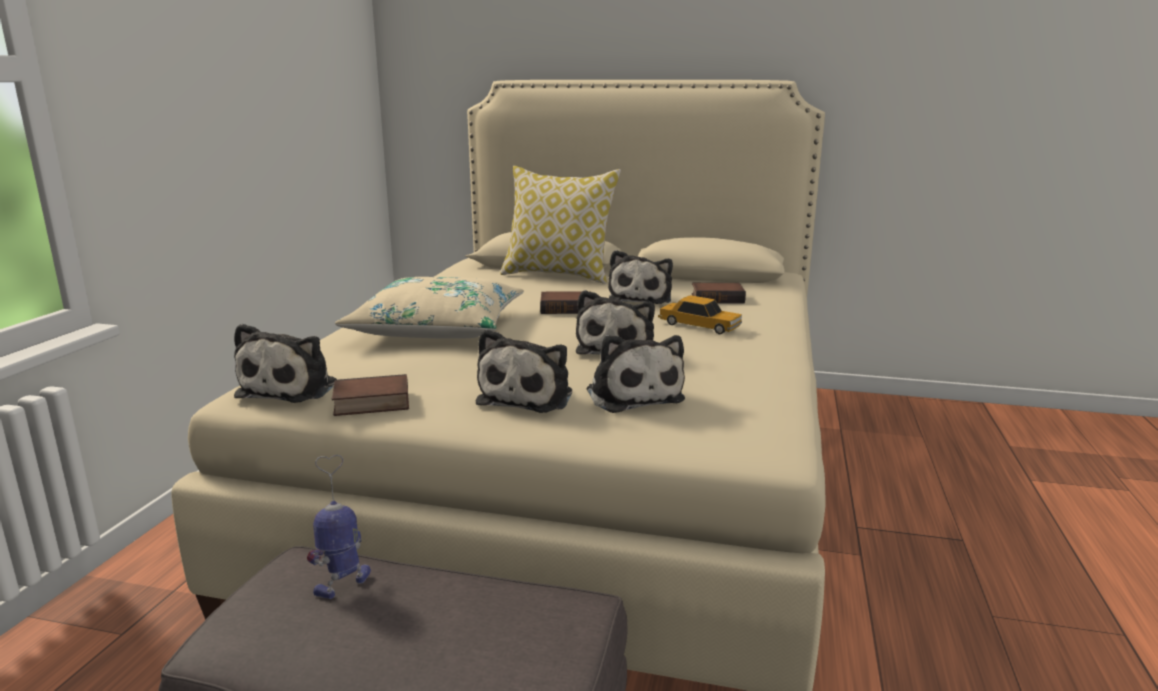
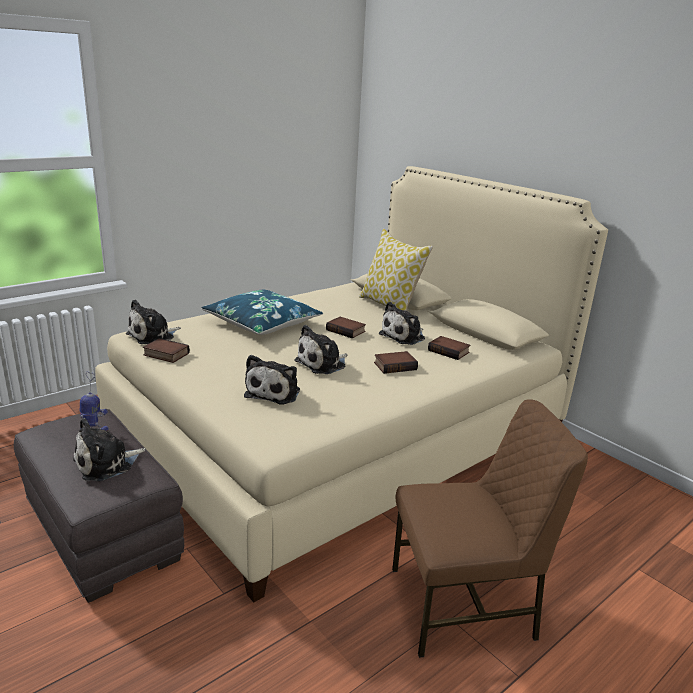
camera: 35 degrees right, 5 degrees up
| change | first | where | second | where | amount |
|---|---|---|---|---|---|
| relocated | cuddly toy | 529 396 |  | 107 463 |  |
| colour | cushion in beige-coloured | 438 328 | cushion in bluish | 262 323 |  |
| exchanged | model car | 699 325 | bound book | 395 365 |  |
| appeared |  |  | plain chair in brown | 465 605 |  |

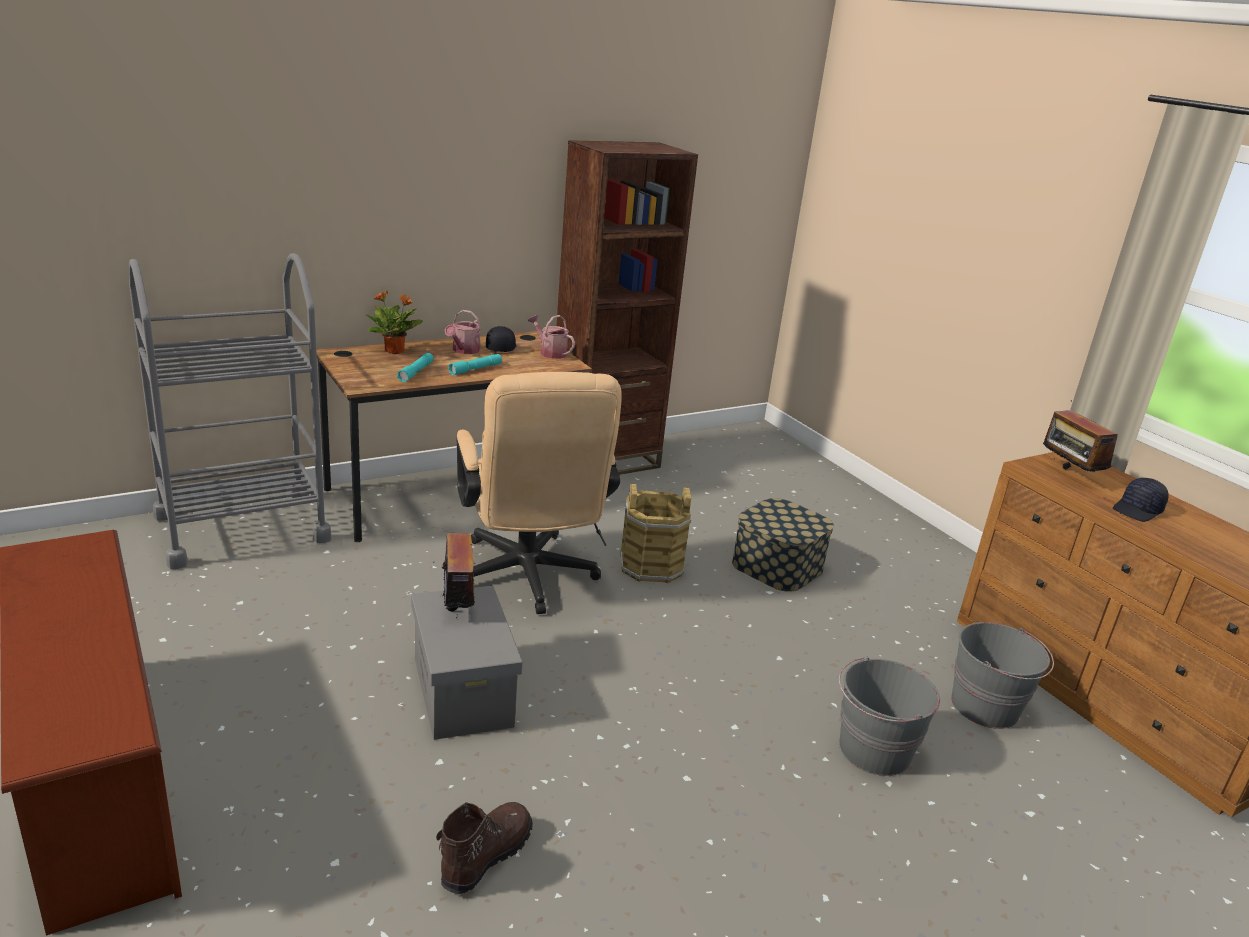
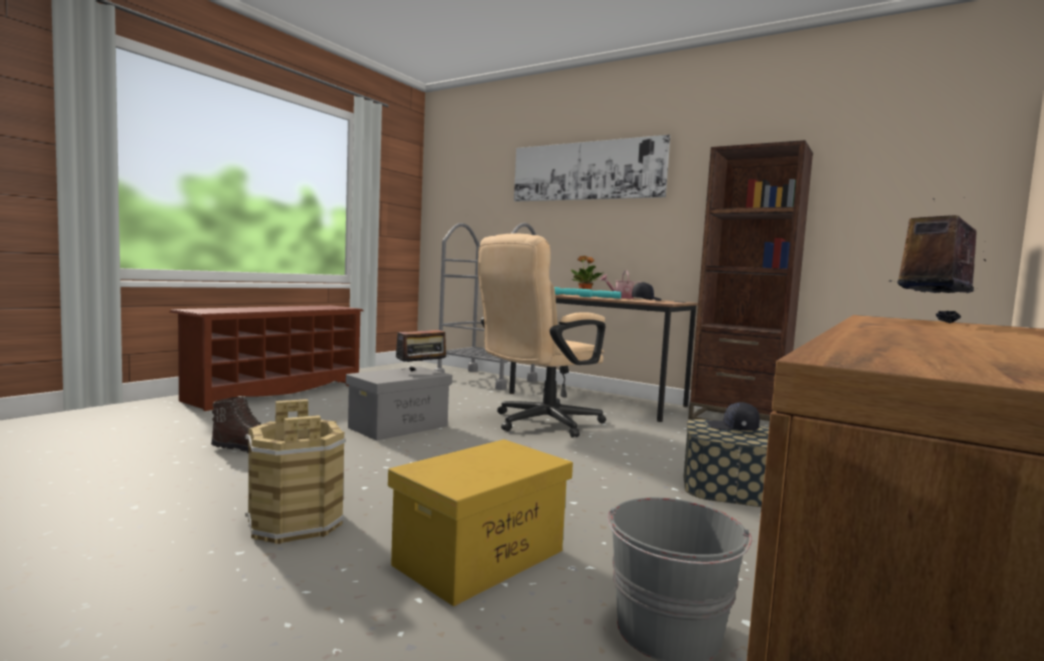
camera: 65 degrees right, 20 degrees down
| change | first | where | second | where | amount |
|---|---|---|---|---|---|
| relocated | water bucket in brown | 651 566 |  | 294 522 |  |
| exchanged | water bucket in gray | 873 750 | storage container in yellow | 479 558 |  |
| appeared |  |  | wall picture | 586 171 |  |
| relocated | baseball cap in blackish | 1138 510 |  | 732 428 |  |
| missing | watering can | 550 352 |  |  |  |

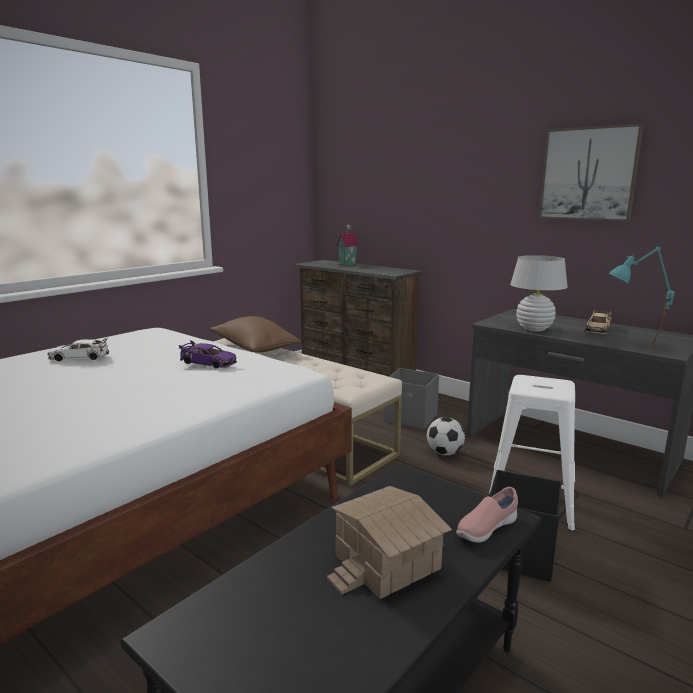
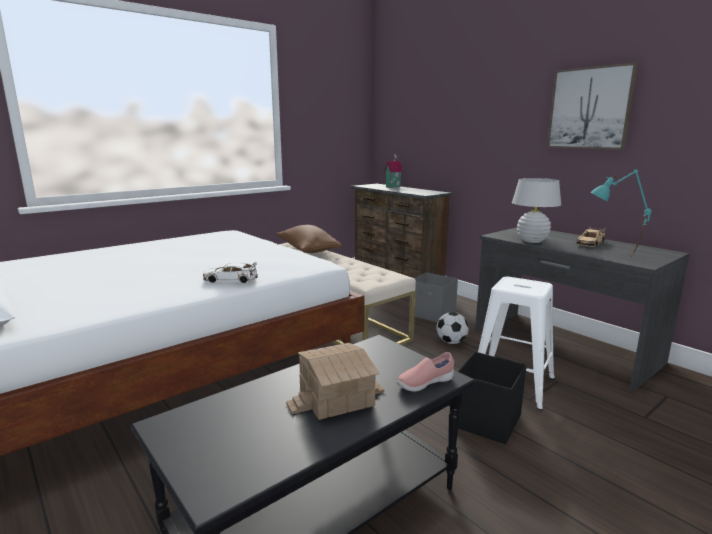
camera: 10 degrees right, 0 degrees up
| change | first | where | second | where | amount |
|---|---|---|---|---|---|
| relocated | model car in whitish | 79 357 |  | 231 279 |  |
| missing | model car in purple | 208 363 |  |  |  |

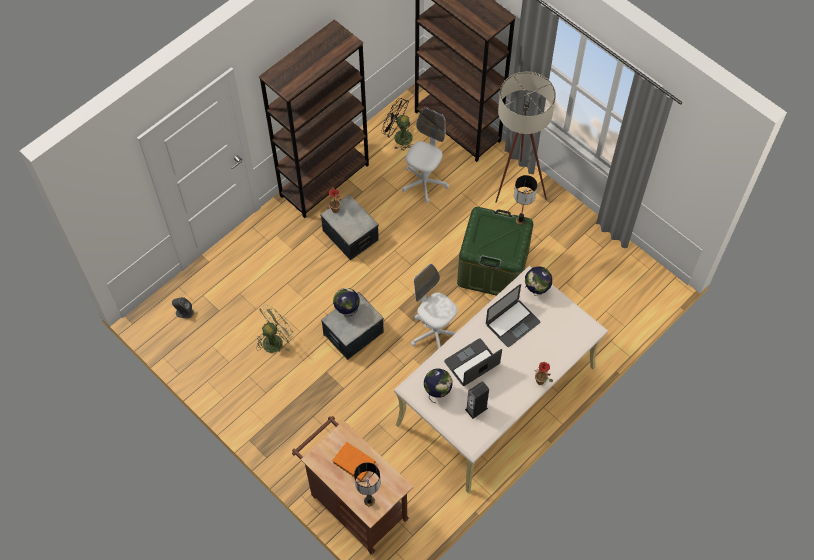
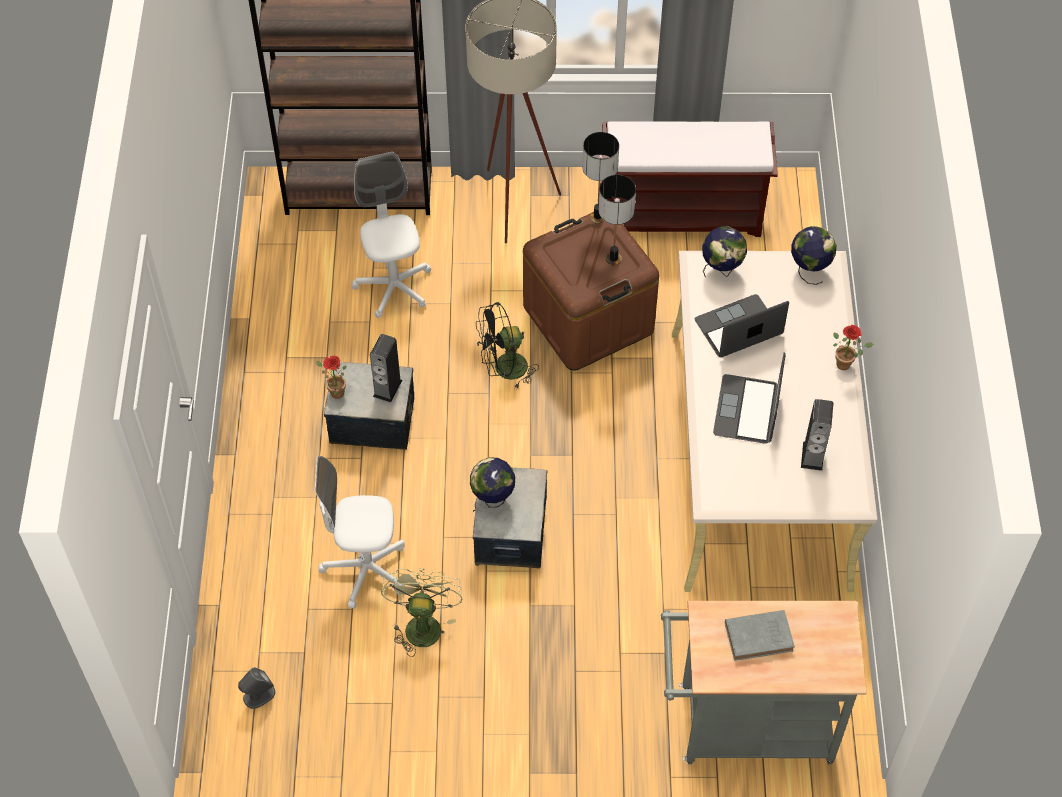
camera: 45 degrees left, 5 degrees down
| change | first | where | second | where | amount |
|---|---|---|---|---|---|
| relocated | office chair in whitish | 434 333 |  | 365 570 |  |
| appeared |  |  | speaker | 387 388 |  |
| relocated | fan in blackish | 398 137 |  | 504 370 |  |
| colour | storage container in green-coloured | 493 268 | storage container in brown | 588 318 |  |
| relocated | lamp for a table | 369 501 |  | 613 259 |  |
| appeared |  |  | indoor bench in brown | 683 214 |  |
| colour | wheeled cart in brown | 355 504 | wheeled cart in gray | 744 725 |  |
| spun | notebook computer | 512 323 |  | 738 327 | 120 degrees counterclockwise |
| colour | bound book in orange-coloured | 354 463 | bound book in gray | 760 636 |  |
| relocated | globe | 437 392 |  | 809 270 |  |
| missing | bookshelf in brown | 324 180 |  |  |  |

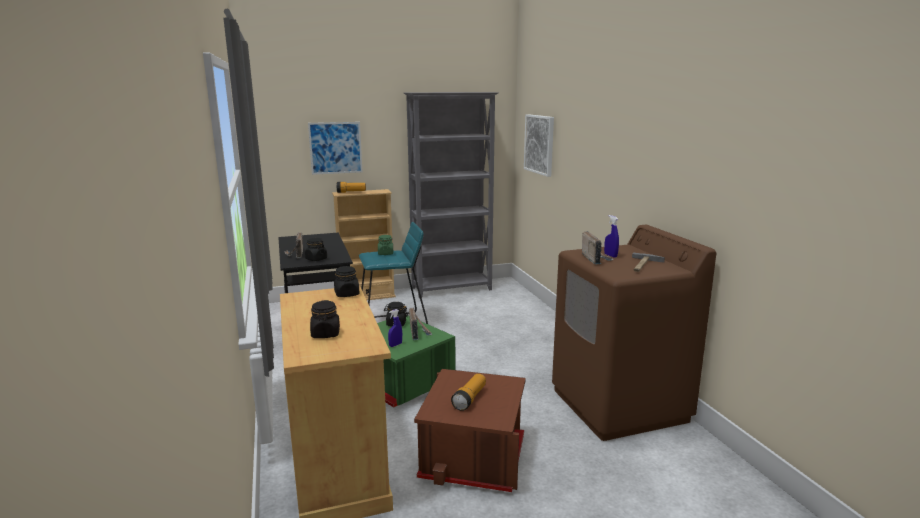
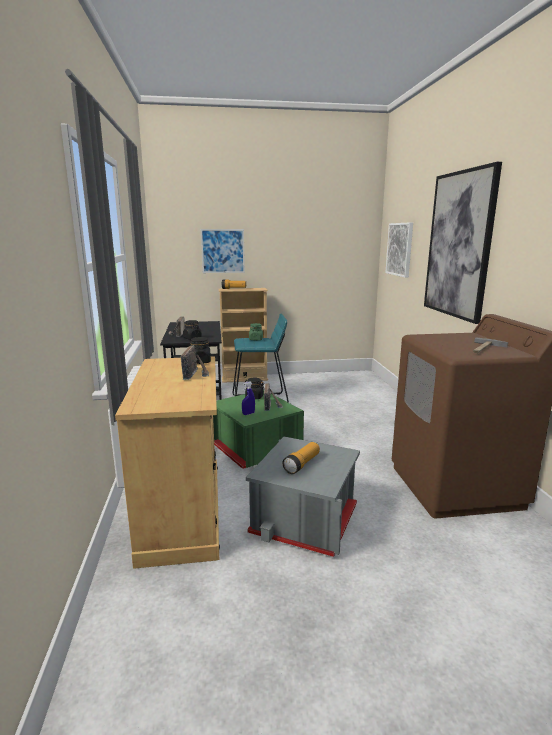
camera: 10 degrees right, 0 degrees up
| change | first | where | second | where | amount |
|---|---|---|---|---|---|
| relocated | radio set | 595 259 |  | 196 374 |  |
| colour | storage container in brown | 474 455 | storage container in gray | 306 518 |  |
| appeared |  |  | wall picture | 459 245 |  |
| missing | preserve jar in blackish | 325 334 |  |  |  |
| missing | bookshelf in gray | 452 289 |  |  |  |
| missing | spray bottle in bluish | 610 255 |  |  |  |

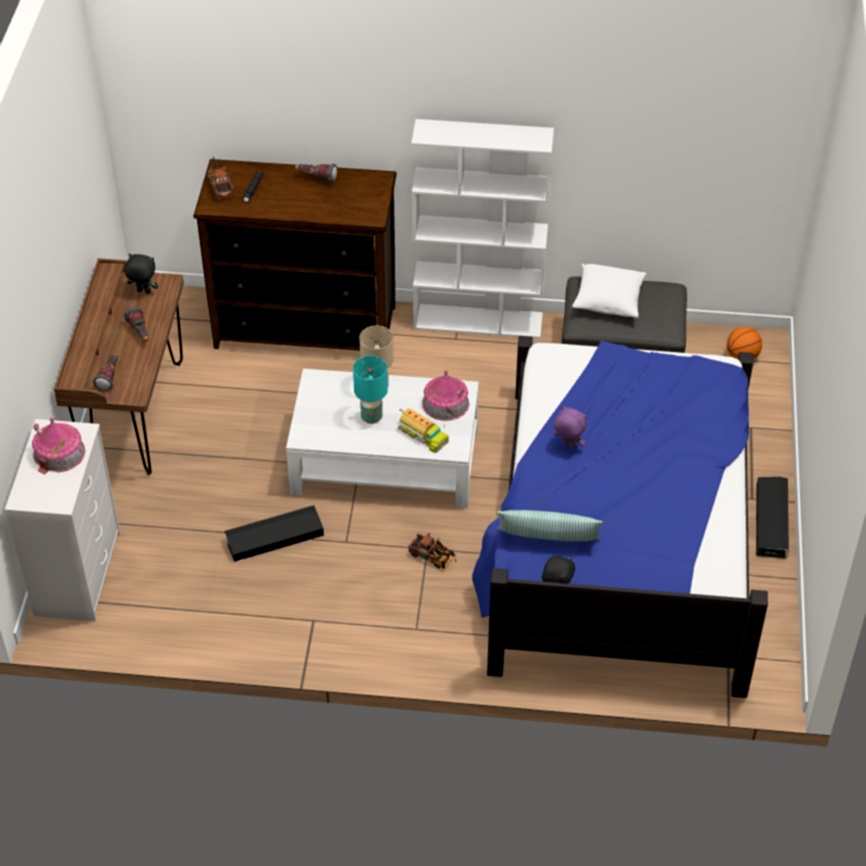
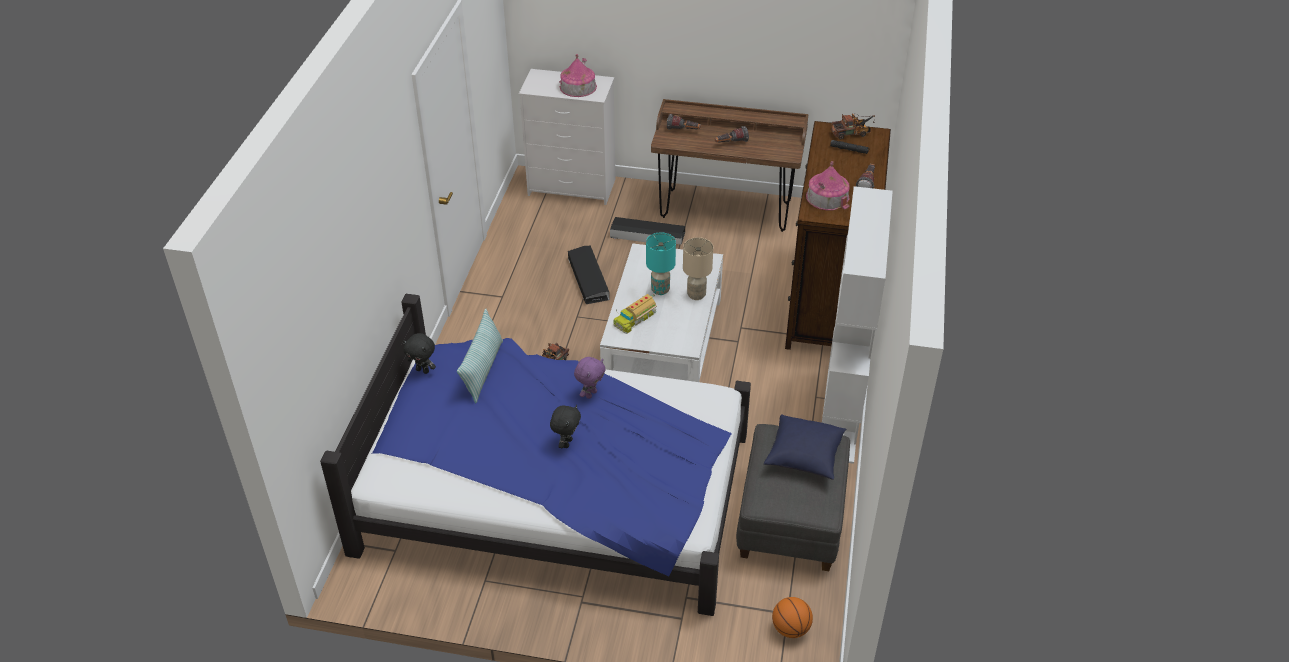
camera: 95 degrees right, 5 degrees down
| change | first | where | second | where | amount |
|---|---|---|---|---|---|
| relocated | cuddly toy in blackish | 143 292 |  | 566 443 |  |
| relocated | storage container in blackish | 771 521 |  | 648 235 |  |
| colour | cushion in whitish | 608 300 | cushion in bluish | 804 456 |  |
| relocated | miniature house | 445 403 |  | 827 197 |  |

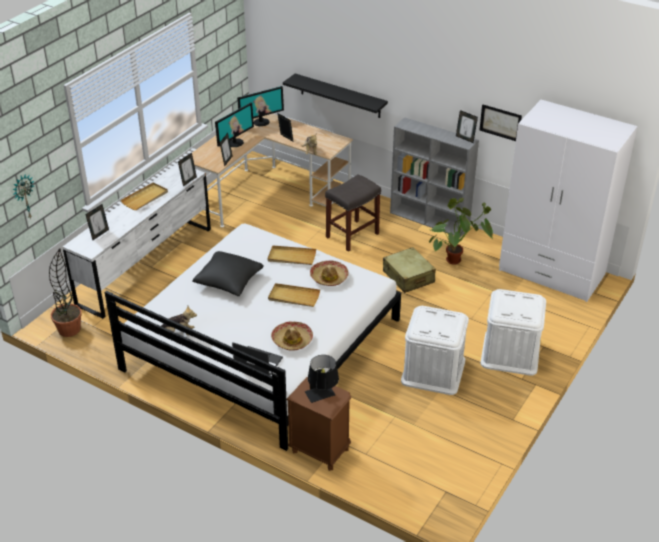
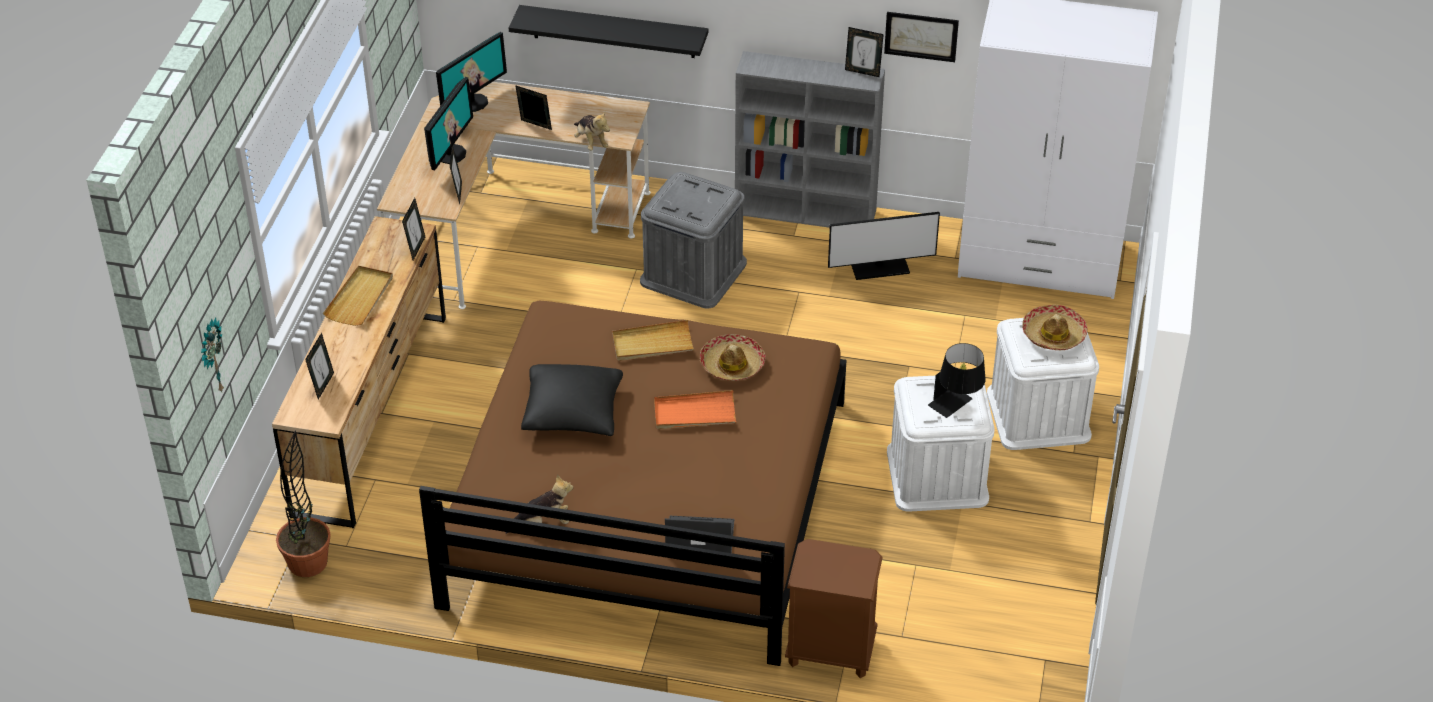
camera: 20 degrees left, 5 degrees up
| change | first | where | second | where | amount |
|---|---|---|---|---|---|
| colour | chest of drawers in whitish | 146 266 | chest of drawers in brown | 371 413 |  |
| colour | sleeping bed in whitish | 262 344 | sleeping bed in brown | 647 502 |  |
| exchanged | stool seat in gray | 352 236 | storage container in gray | 693 272 |  |
| colour | tray in beige-coloured | 293 297 | tray in orange-coloured | 694 413 |  |
| exchanged | houseplant | 456 256 | computer display | 880 268 |  |
| relocated | lamp for a table in blackish | 322 397 |  | 957 406 |  |
| relocated | hat | 292 340 |  | 1053 335 |  |
| missing | piece of luggage in beige-coloured | 408 277 |  |  |  |

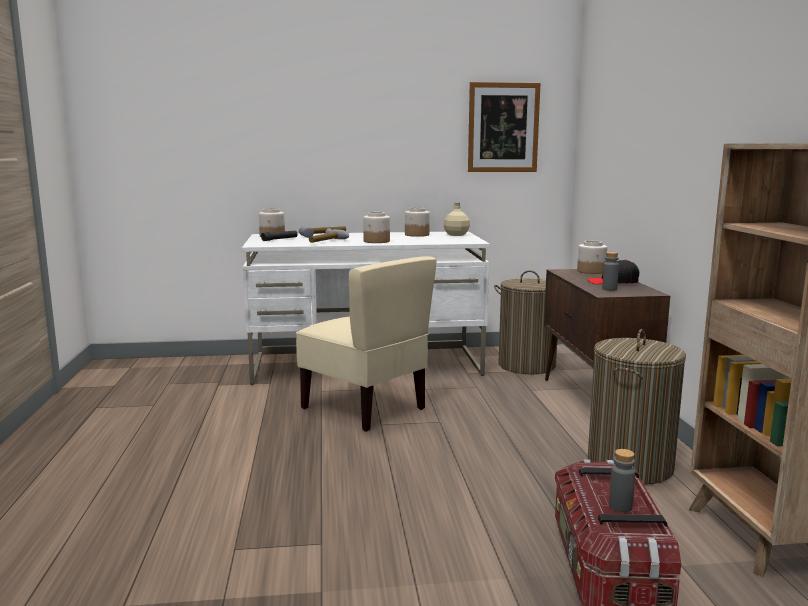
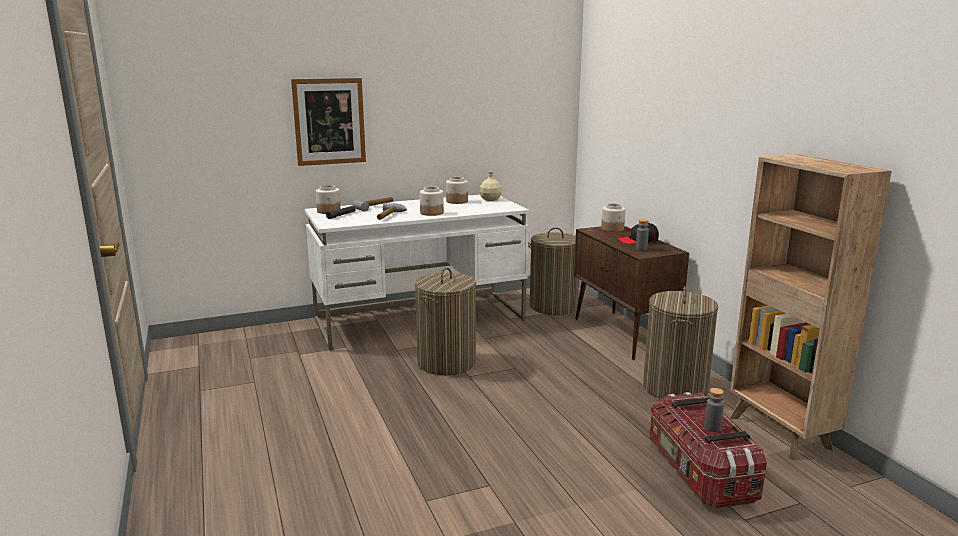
camera: 15 degrees left, 5 degrees up
| change | first | where | second | where | amount |
|---|---|---|---|---|---|
| relocated | wall picture | 503 127 |  | 329 121 |  |
| exchanged | plain chair in beige-coloured | 365 408 | hamper | 446 362 |  |

